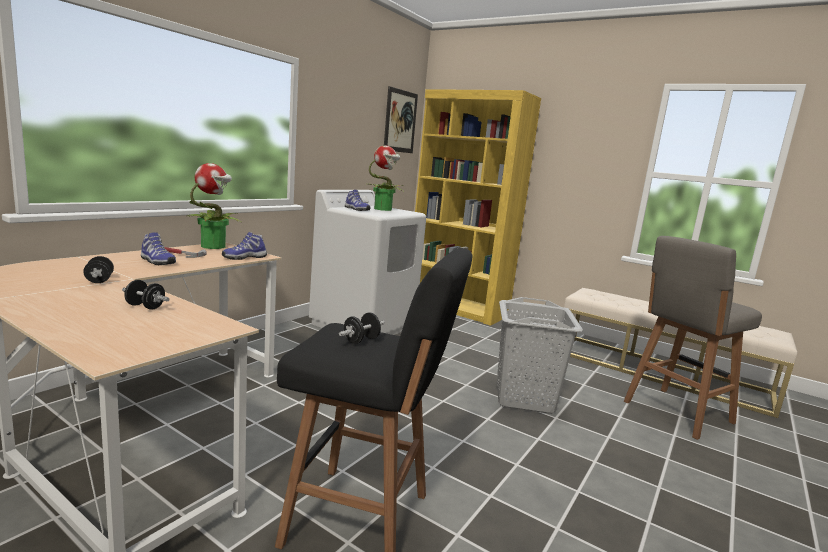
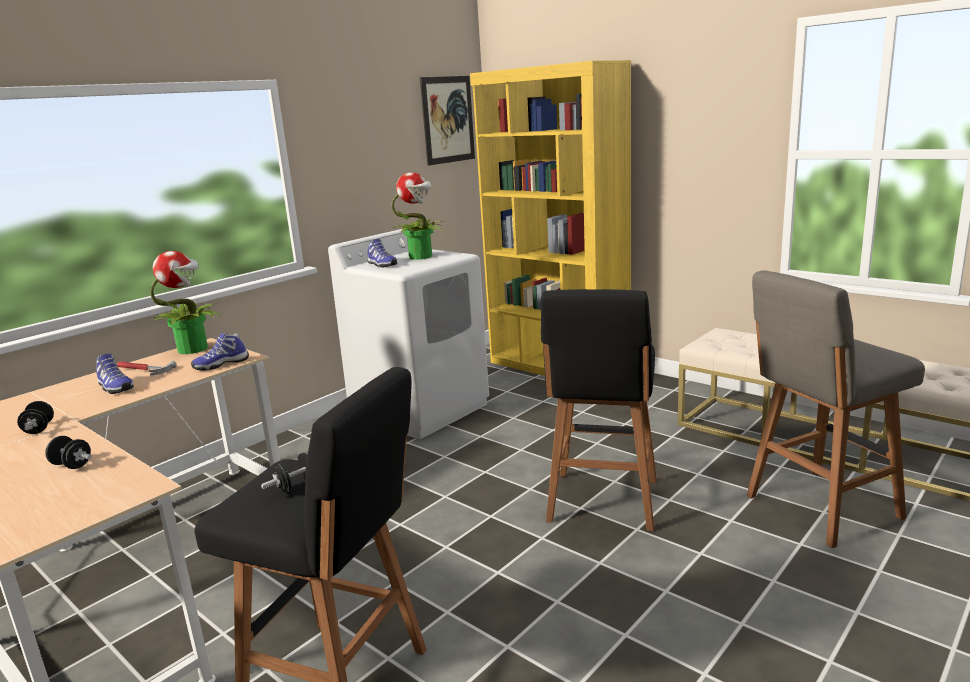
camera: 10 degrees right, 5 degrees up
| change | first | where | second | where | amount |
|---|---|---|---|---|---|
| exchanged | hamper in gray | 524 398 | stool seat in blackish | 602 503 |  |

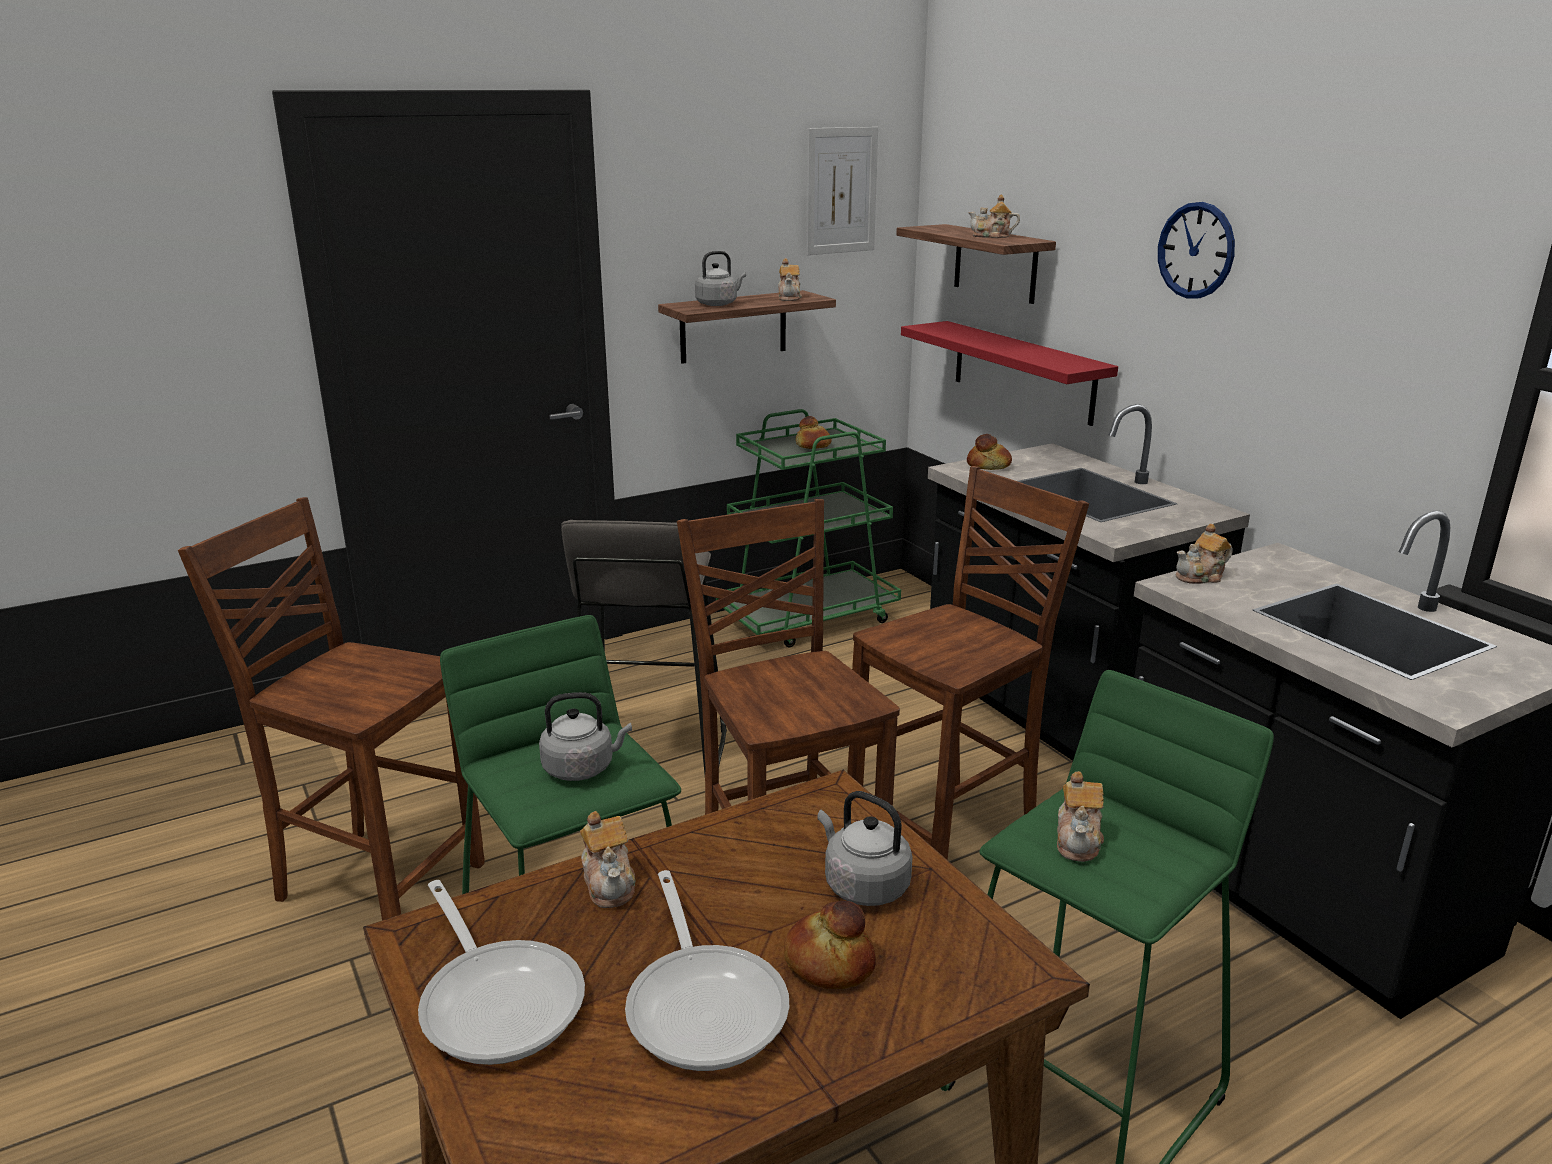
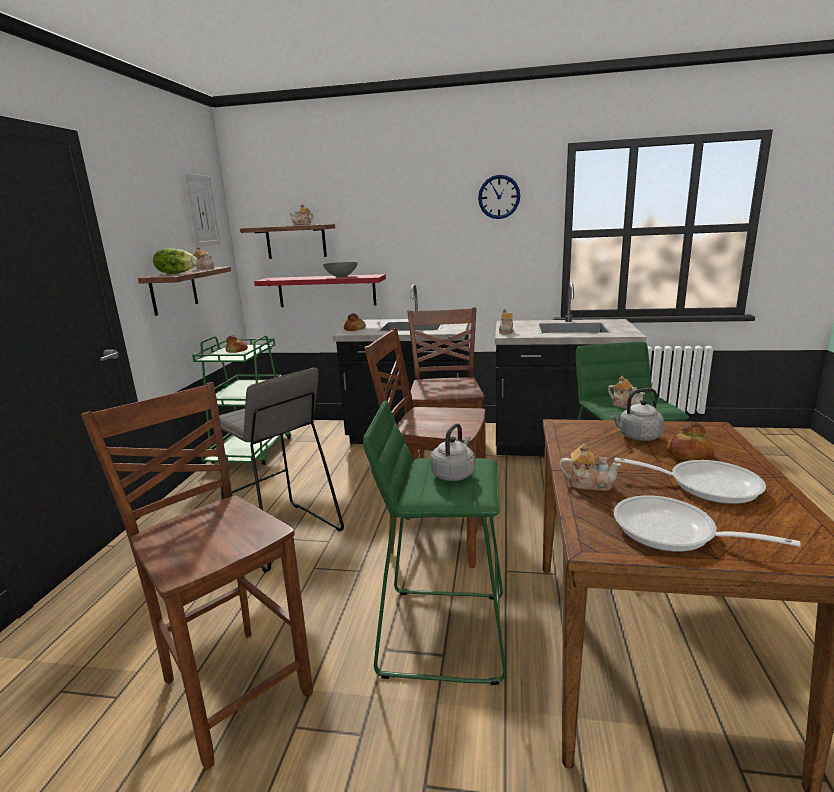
camera: 50 degrees left, 5 degrees down
| change | first | where | second | where | amount |
|---|---|---|---|---|---|
| spun | plain chair in brown | 376 882 |  | 234 686 | 75 degrees clockwise |
| exchanged | kettle in gray | 718 304 | head of lettuce | 176 273 |  |
| appeared |  |  | serving bowl in gray | 341 276 |  |
| relocated | clock on the wall | 1196 250 |  | 499 197 |  |
| spun | frying pan | 499 1000 |  | 673 532 | 150 degrees counterclockwise |

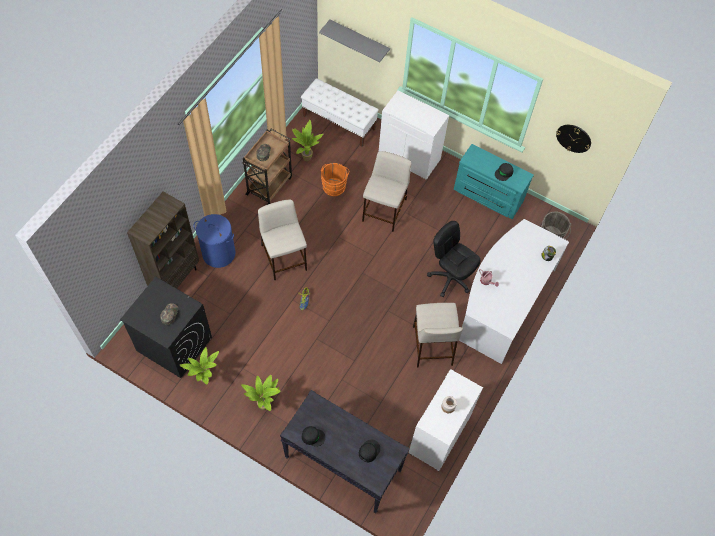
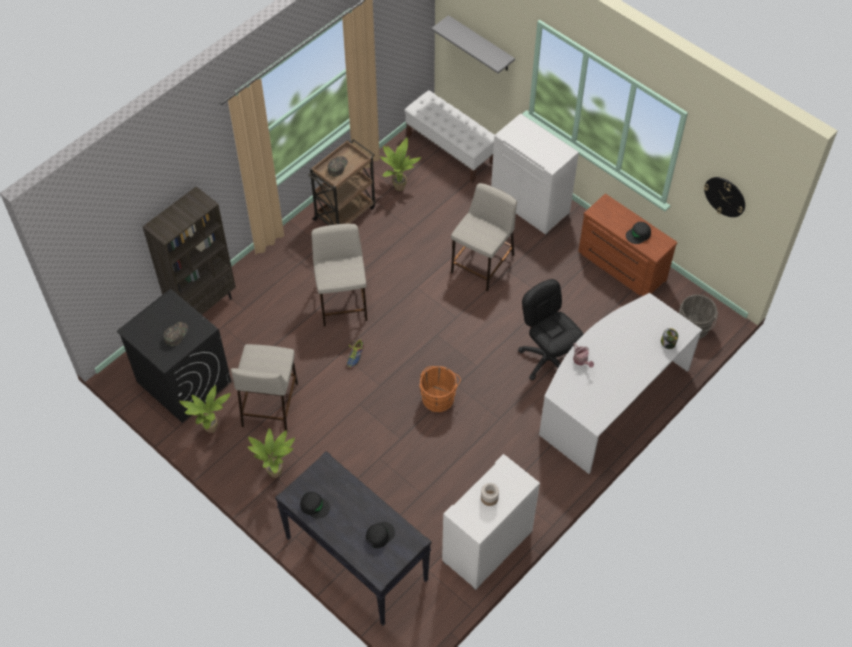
camera: 15 degrees right, 5 degrees down
| change | first | where | second | where | amount |
|---|---|---|---|---|---|
| relocated | stool seat in beige-coloured | 432 345 |  | 270 403 |  |
| relocated | water bucket in orange-coloured | 334 186 |  | 439 397 |  |
| colour | chest of drawers in turquoise-coloured | 487 196 | chest of drawers in brown | 620 267 |  |
| missing | hamper in bluish | 218 253 |  |  |  |

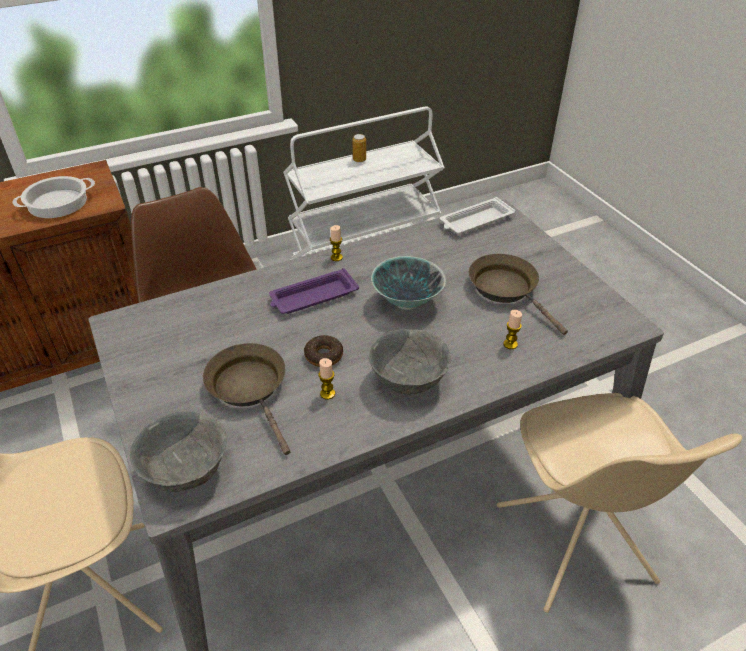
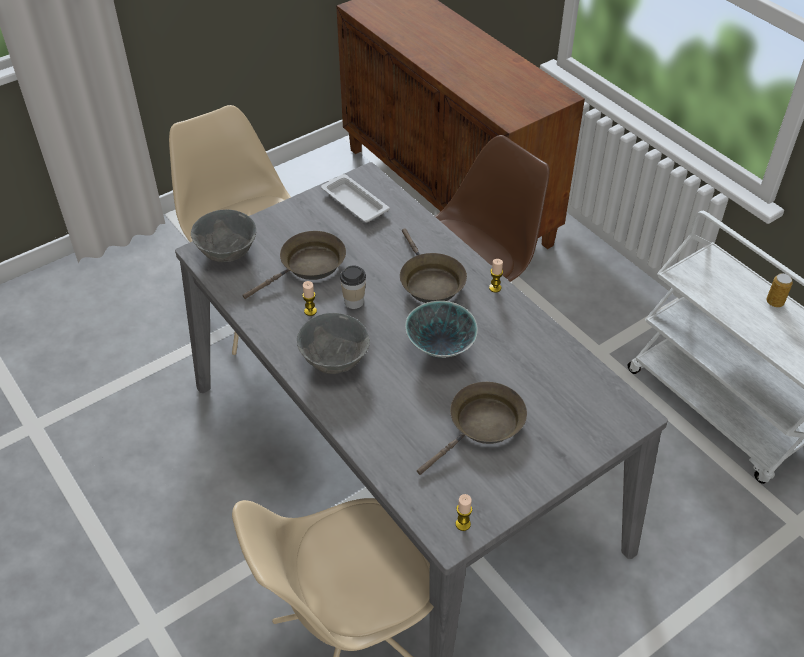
camera: 80 degrees right, 5 degrees up
| change | first | where | second | where | amount |
|---|---|---|---|---|---|
| relocated | tray in whitish | 475 221 |  | 354 202 |  |
| exchanged | ring doughnut | 324 355 | cup | 354 301 |  |
| exchanged | tray in purple | 312 297 | frying pan in brown | 429 281 |  |
| relocated | candle | 510 344 |  | 463 524 |  |
| missing | cooking pot | 57 203 |  |  |  |

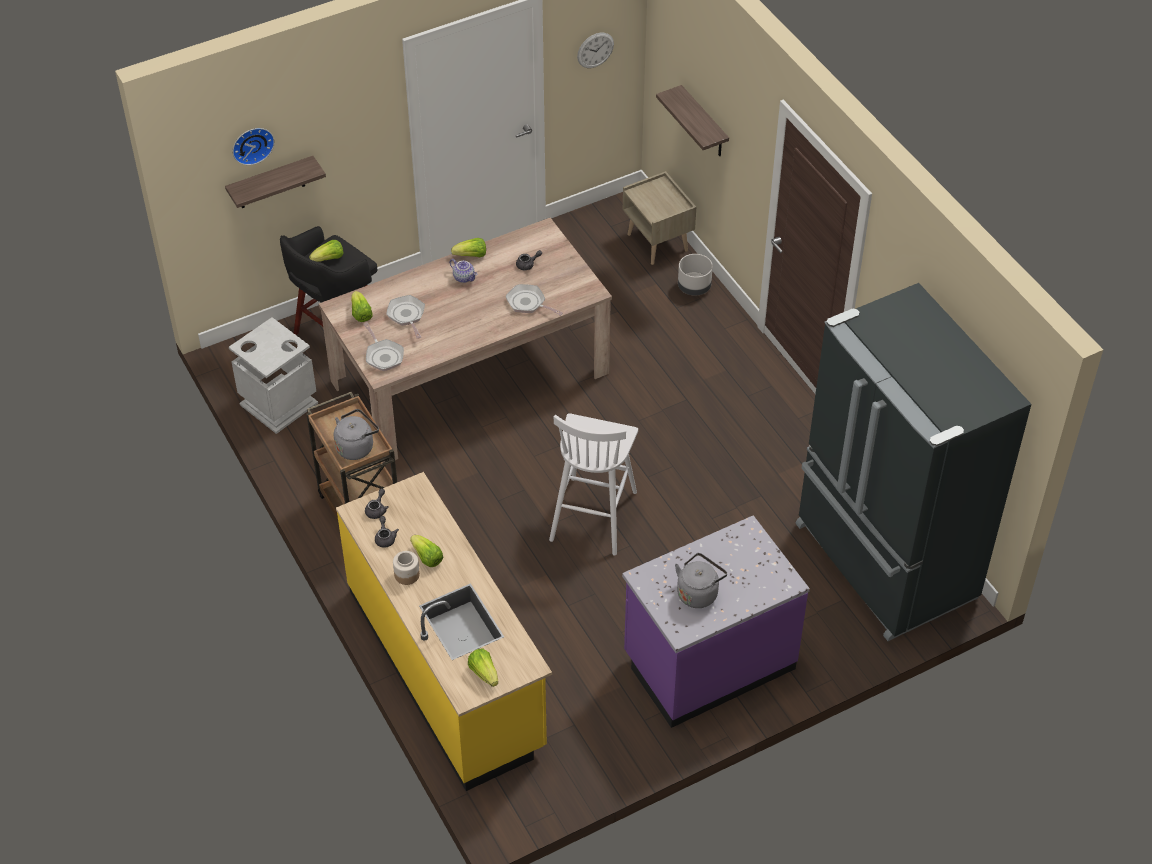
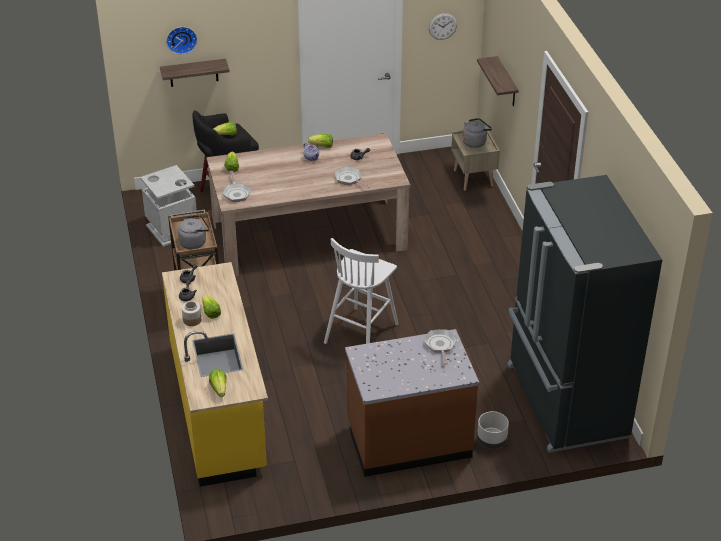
camera: 15 degrees right, 10 degrees down
| change | first | where | second | where | amount |
|---|---|---|---|---|---|
| colour | kitchen counter in purple | 708 661 | kitchen counter in brown | 408 440 |  |
| relocated | frying pan | 407 316 |  | 440 346 |  |
| relocated | kettle in gray | 698 592 |  | 475 142 |  |
| relocated | flower pot in gray | 694 287 |  | 491 441 |  |

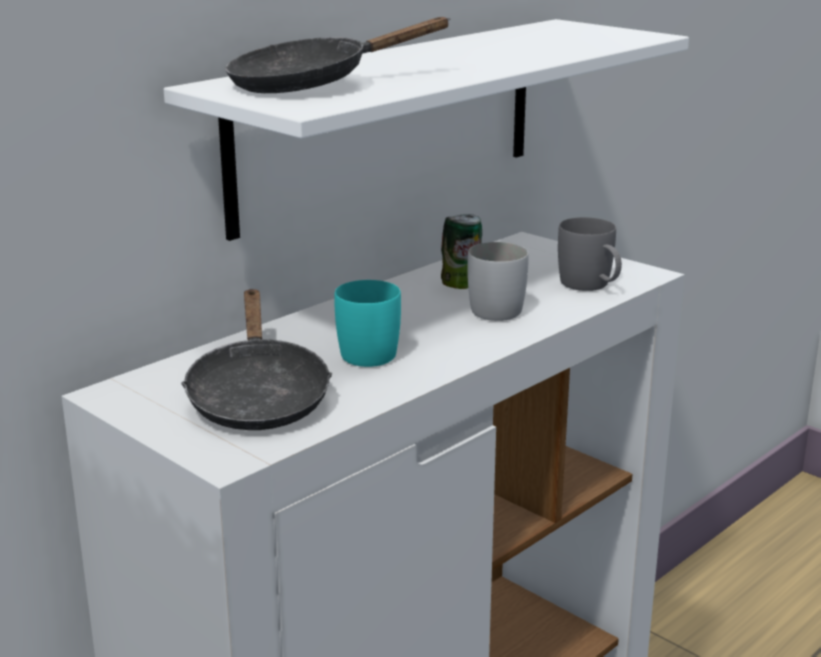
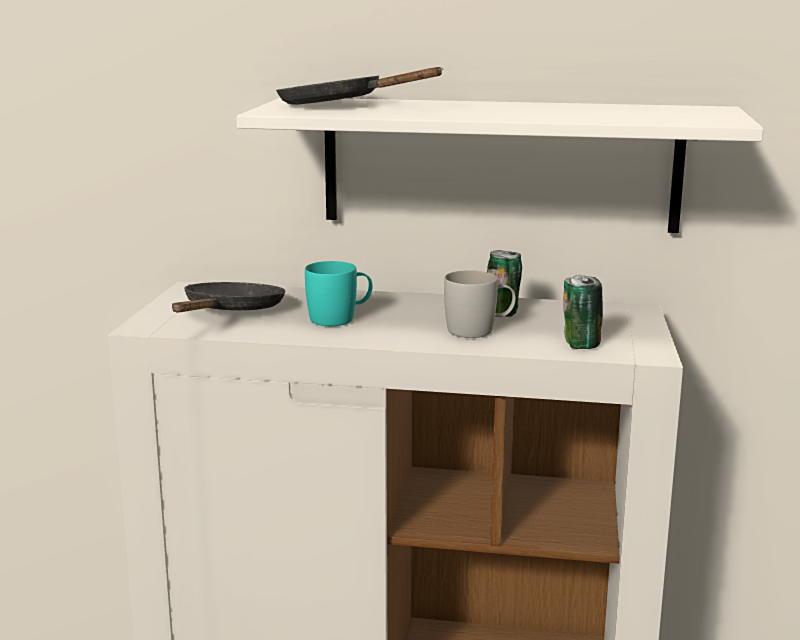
camera: 55 degrees right, 5 degrees down
| change | first | where | second | where | amount |
|---|---|---|---|---|---|
| spun | frying pan in blackish | 257 397 |  | 230 313 | 150 degrees clockwise |
| exchanged | coffee mug in gray | 591 286 | sealed can | 580 344 |  |

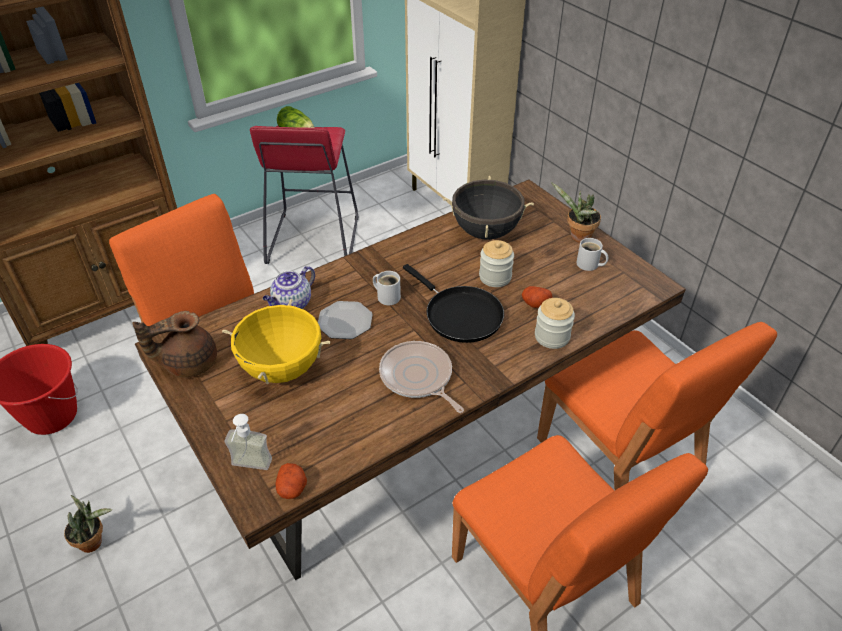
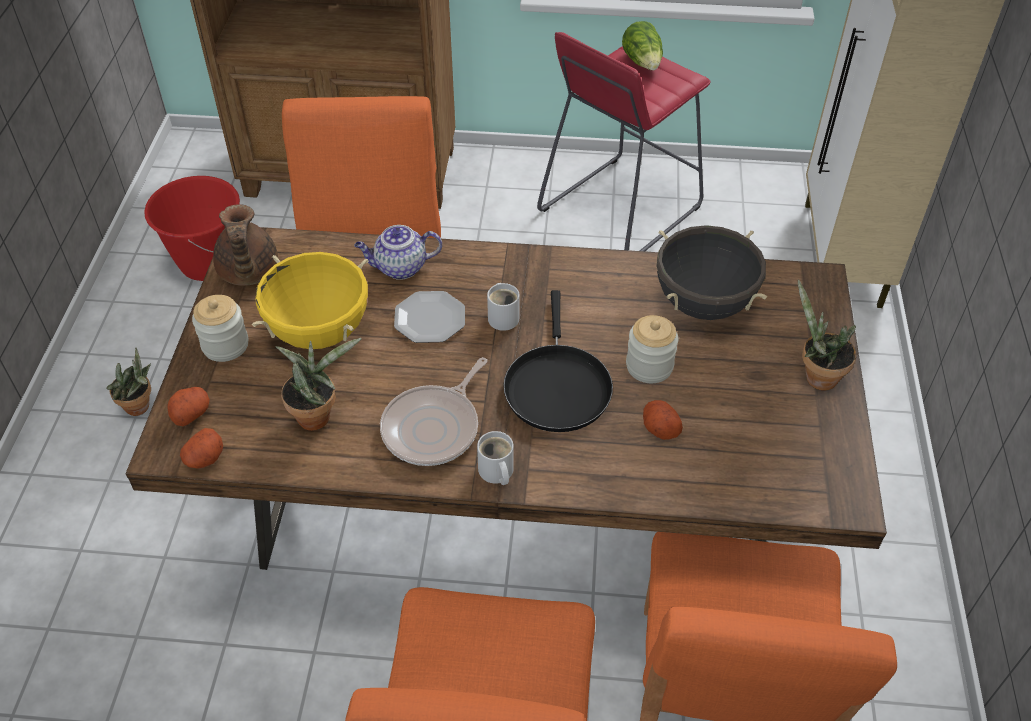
camera: 40 degrees right, 5 degrees up
| change | first | where | second | where | amount |
|---|---|---|---|---|---|
| exchanged | liquid soap bottle | 249 468 | spud | 191 413 |  |
| relocated | preserve jar | 552 336 |  | 225 345 |  |
| spun | teapot in brown | 188 363 |  | 248 273 | 120 degrees counterclockwise |
| appeared |  |  | houseplant | 317 415 |  |
| spun | frying pan | 418 377 |  | 434 427 | 150 degrees counterclockwise |
| relocated | coffee mug in whitish | 589 265 |  | 495 472 |  |

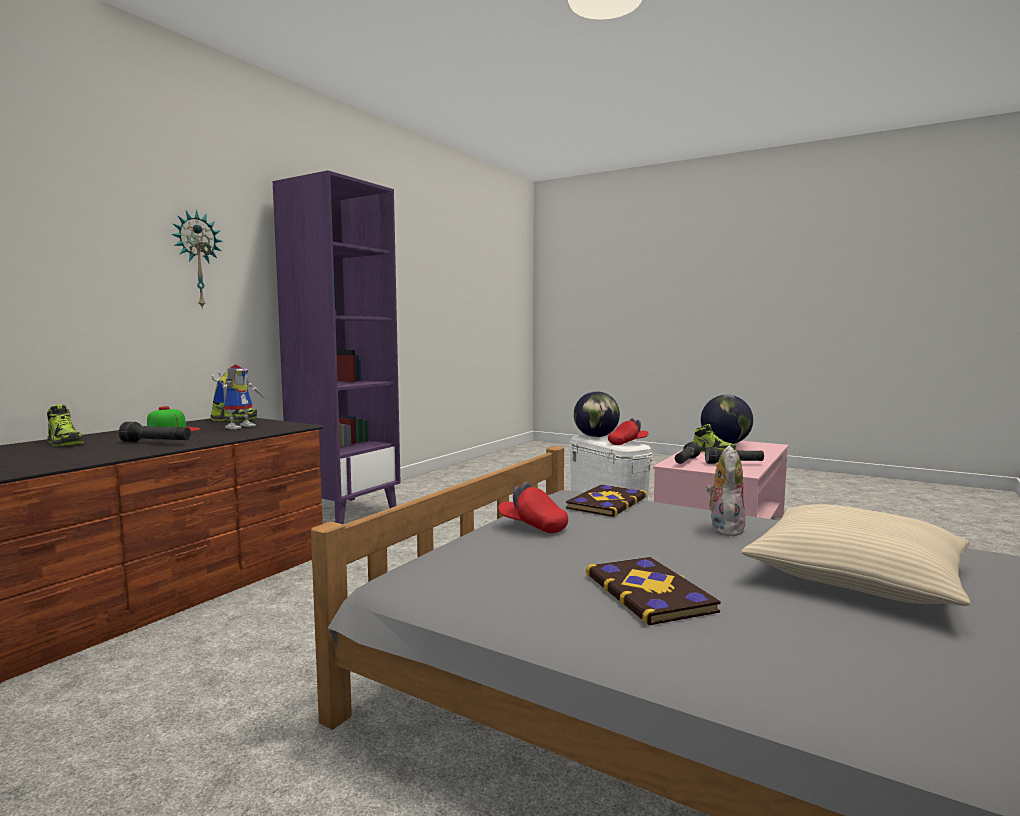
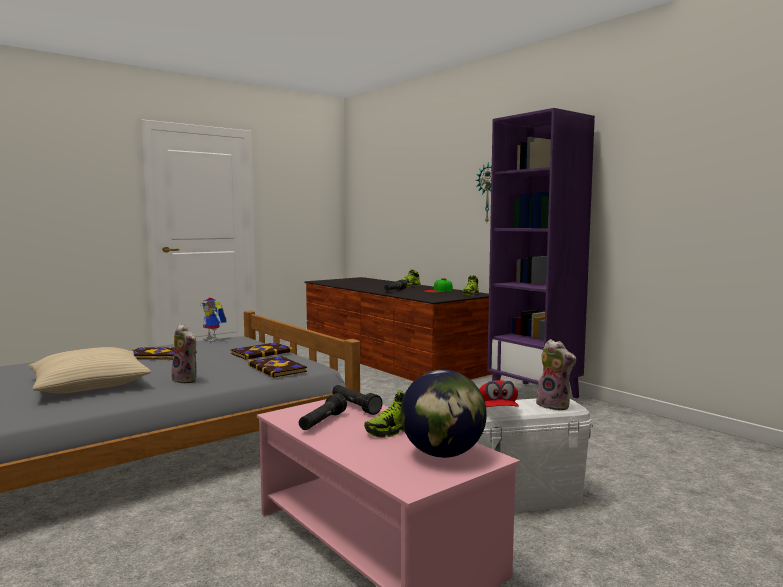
camera: 110 degrees right, 0 degrees up
| change | first | where | second | where | amount |
|---|---|---|---|---|---|
| relocated | robot figure | 239 426 |  | 214 339 |  |
| exchanged | baseball cap in reddish | 533 526 | bound book | 261 353 |  |
| exchanged | globe | 596 437 | cuddly toy | 555 405 |  |

